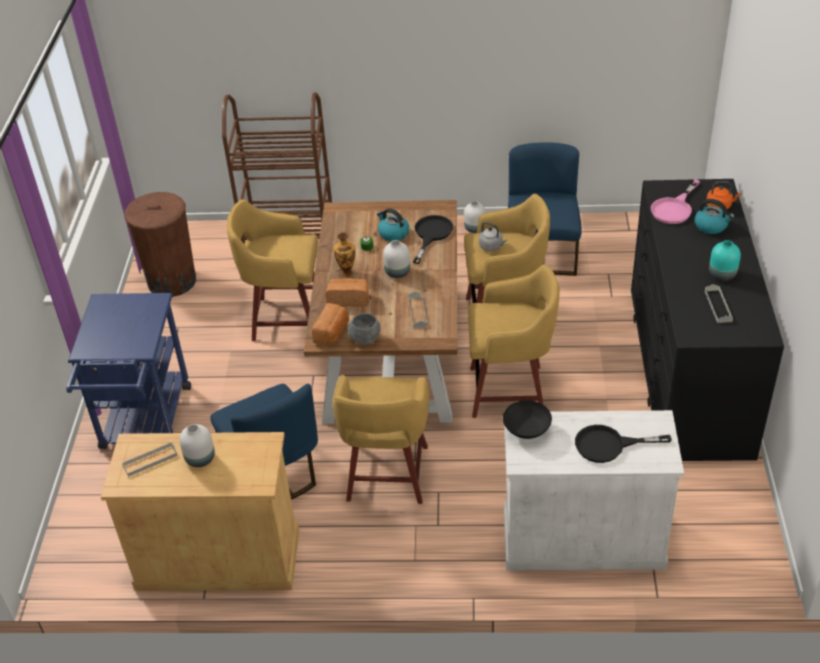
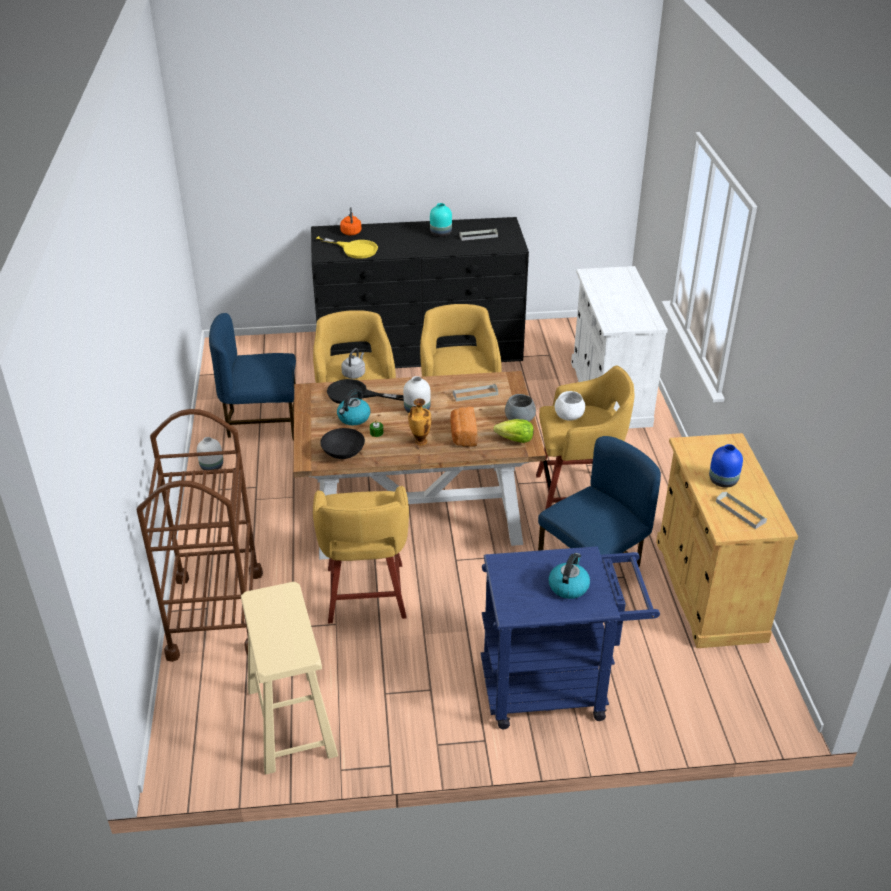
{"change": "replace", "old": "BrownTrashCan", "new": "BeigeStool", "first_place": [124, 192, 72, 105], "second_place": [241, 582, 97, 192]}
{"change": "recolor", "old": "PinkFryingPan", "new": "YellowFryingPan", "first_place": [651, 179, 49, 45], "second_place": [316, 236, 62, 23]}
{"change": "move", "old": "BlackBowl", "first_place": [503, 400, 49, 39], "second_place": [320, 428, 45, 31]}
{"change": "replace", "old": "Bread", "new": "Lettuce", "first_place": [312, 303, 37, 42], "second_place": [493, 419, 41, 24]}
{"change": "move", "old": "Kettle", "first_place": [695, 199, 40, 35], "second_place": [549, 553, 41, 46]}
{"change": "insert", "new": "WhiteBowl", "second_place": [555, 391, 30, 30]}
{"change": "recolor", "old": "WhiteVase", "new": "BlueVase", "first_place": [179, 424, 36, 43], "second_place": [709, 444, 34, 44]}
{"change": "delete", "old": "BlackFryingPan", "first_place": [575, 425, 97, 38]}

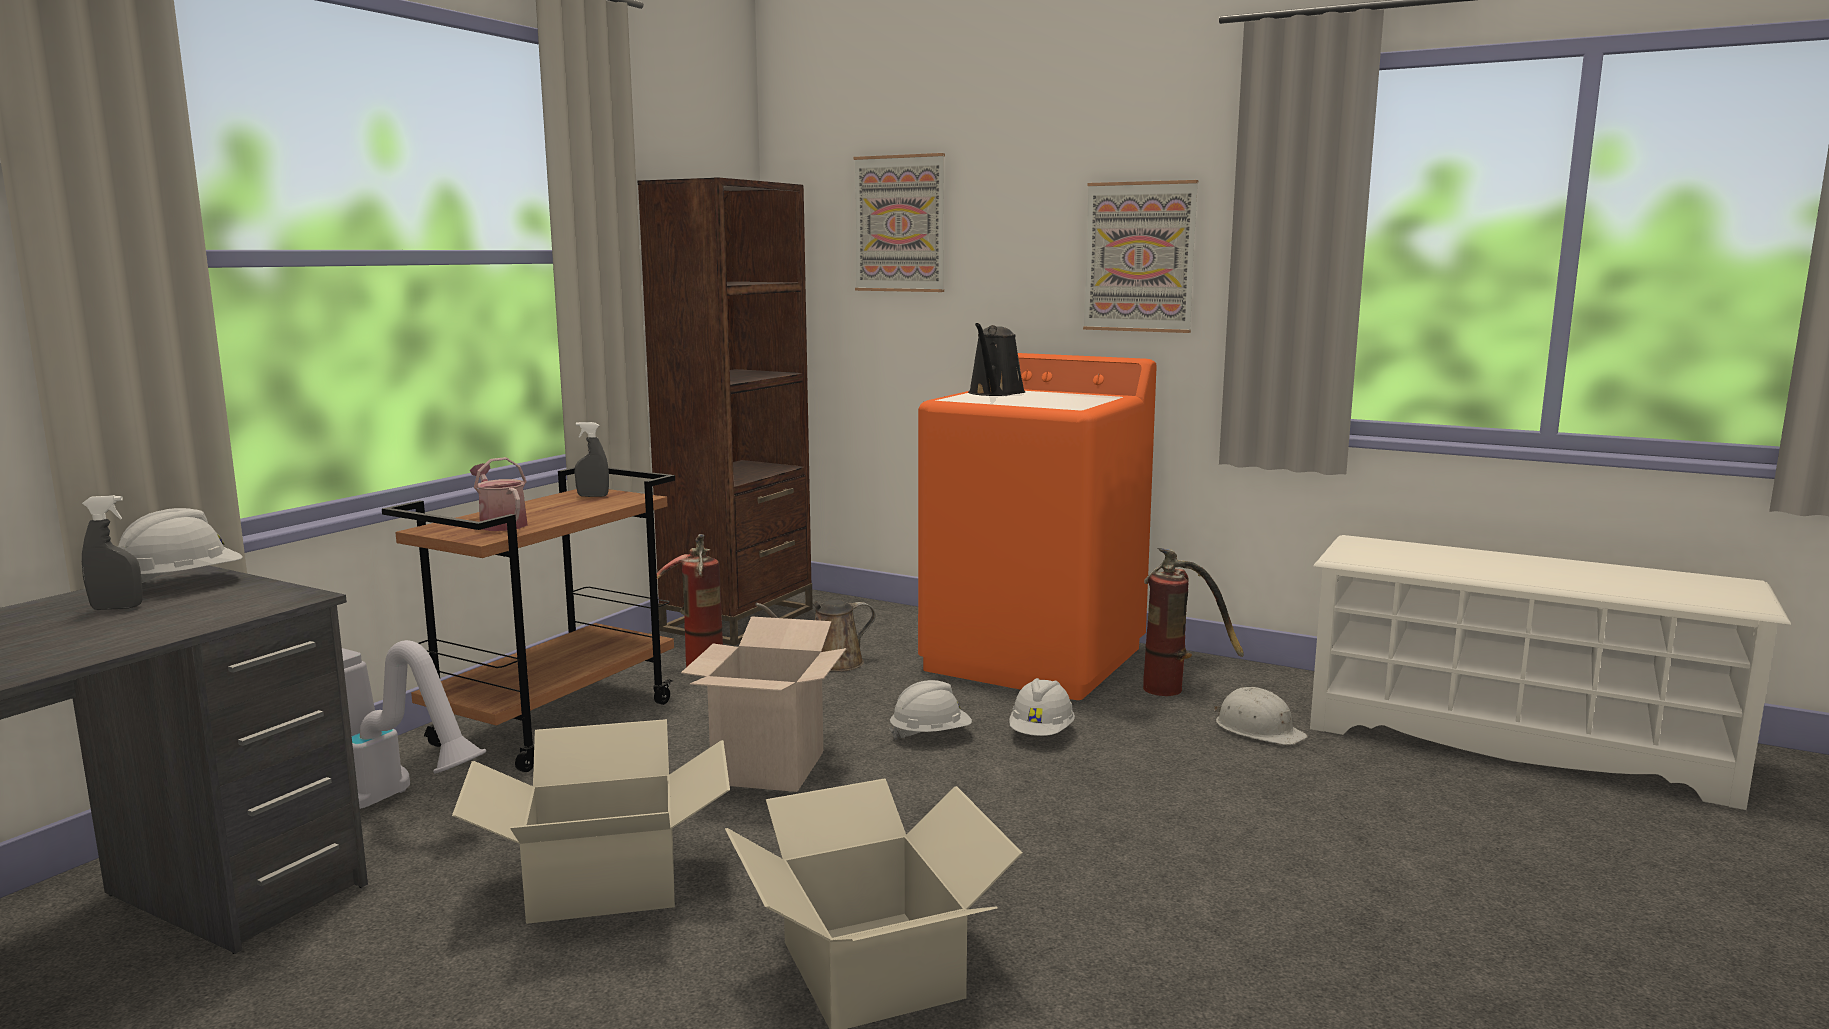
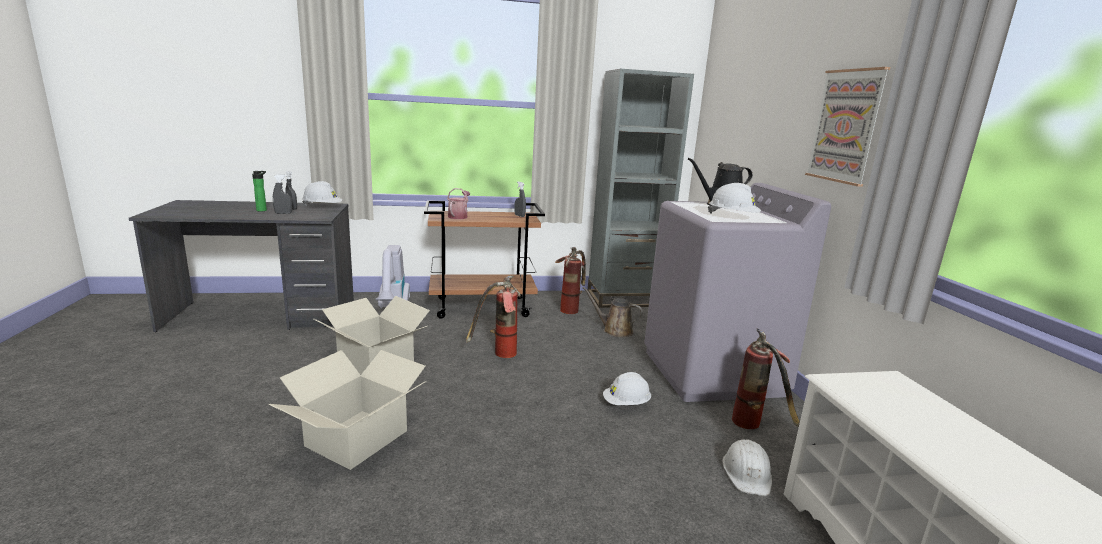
{"change": "insert", "new": "Bottle", "second_place": [252, 171, 15, 41]}
{"change": "insert", "new": "GreySprayBottle", "second_place": [273, 174, 19, 40]}
{"change": "replace", "old": "CardboardBox", "new": "FireExtinguisher", "first_place": [681, 616, 165, 176], "second_place": [466, 276, 55, 82]}
{"change": "recolor", "old": "BrownBookcase", "new": "GreyBookcase", "first_place": [638, 177, 175, 469], "second_place": [588, 69, 106, 239]}
{"change": "recolor", "old": "OrangeWashingMachine", "new": "GreyWashingMachine", "first_place": [918, 353, 239, 347], "second_place": [644, 183, 187, 219]}
{"change": "move", "old": "WhiteHardHat", "first_place": [889, 680, 83, 60], "second_place": [708, 183, 53, 31]}
{"change": "delete", "old": "Picture", "first_place": [854, 153, 91, 139]}

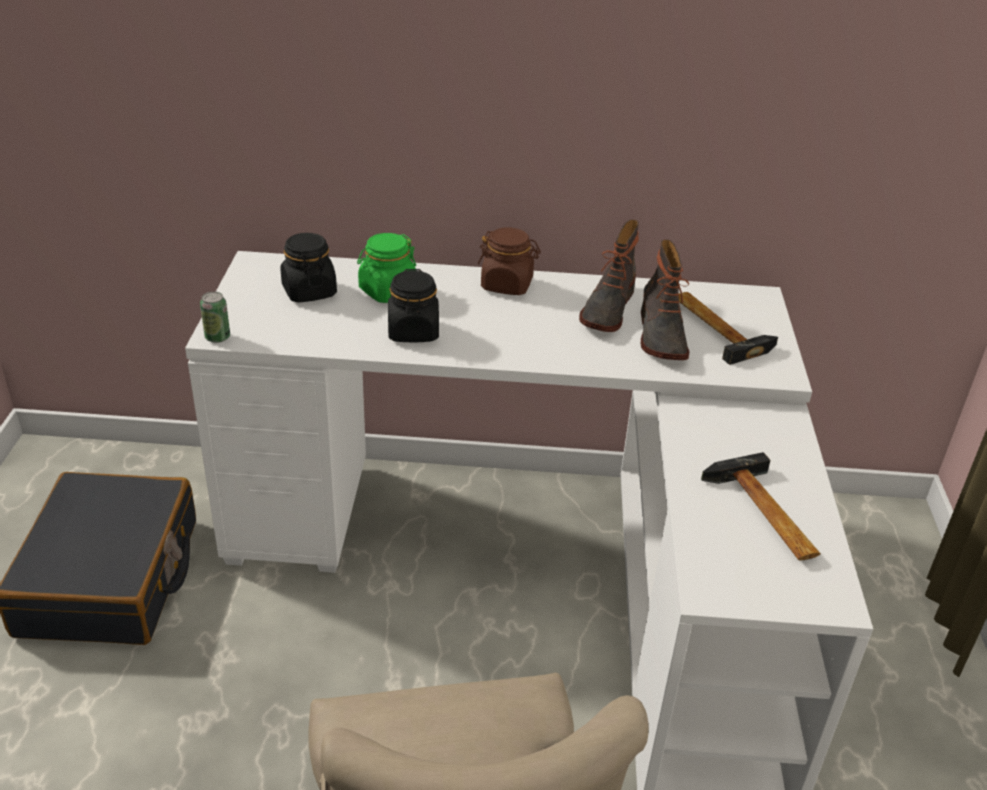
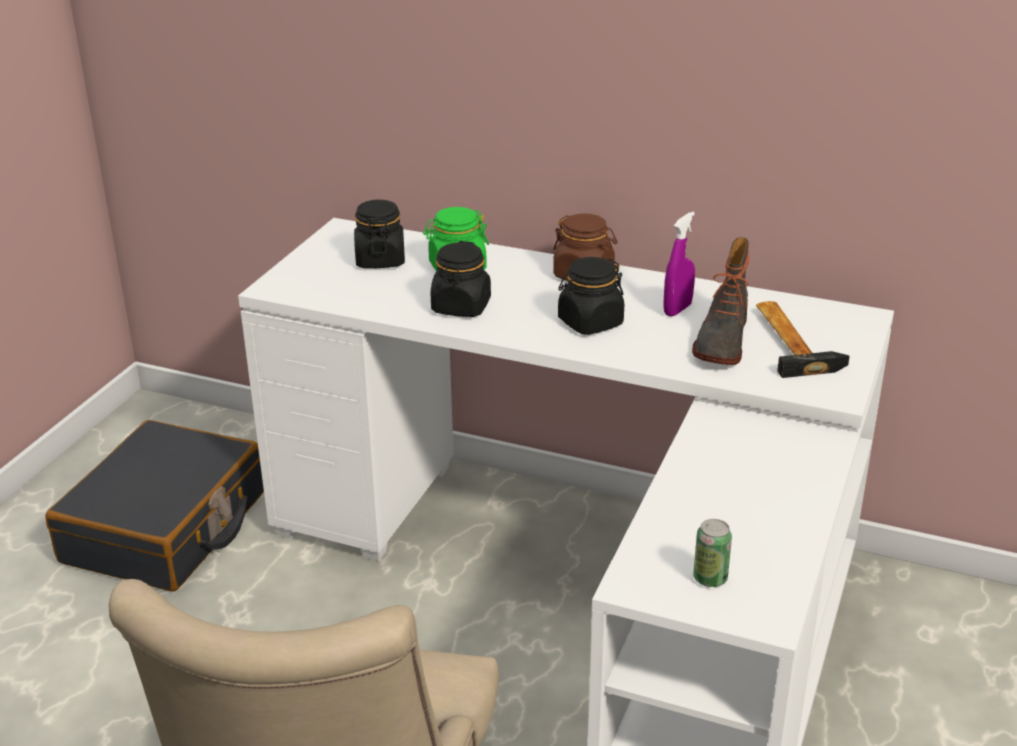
{"change": "insert", "new": "BlackJar", "second_place": [558, 257, 66, 78]}
{"change": "replace", "old": "Boot", "new": "PurpleSprayBottle", "first_place": [579, 220, 60, 112], "second_place": [663, 211, 32, 106]}
{"change": "move", "old": "Can", "first_place": [200, 292, 30, 51], "second_place": [693, 519, 39, 68]}
{"change": "delete", "old": "Hammer", "first_place": [701, 452, 120, 108]}

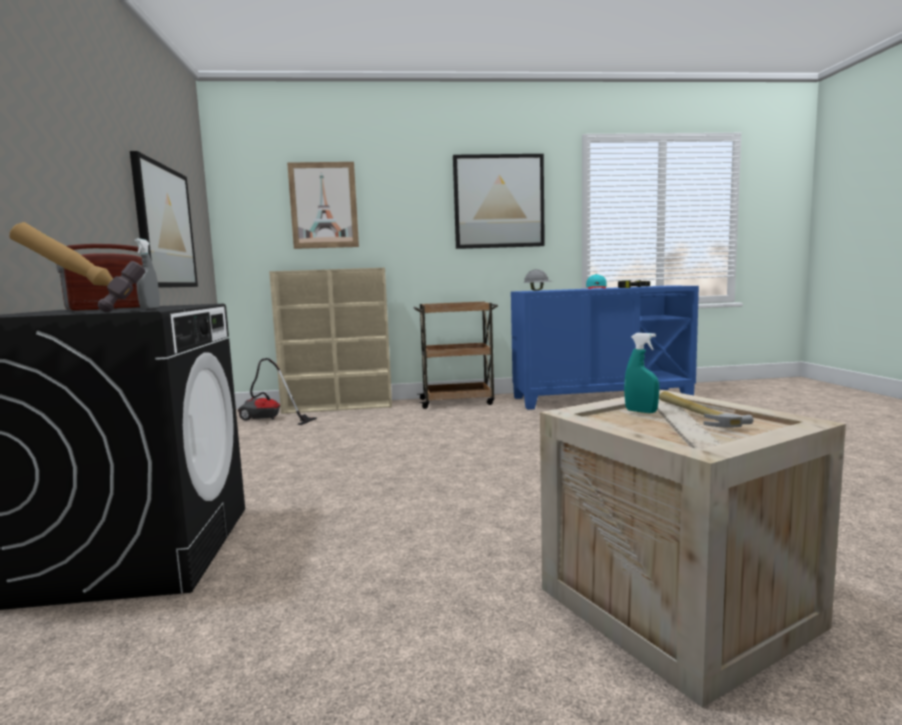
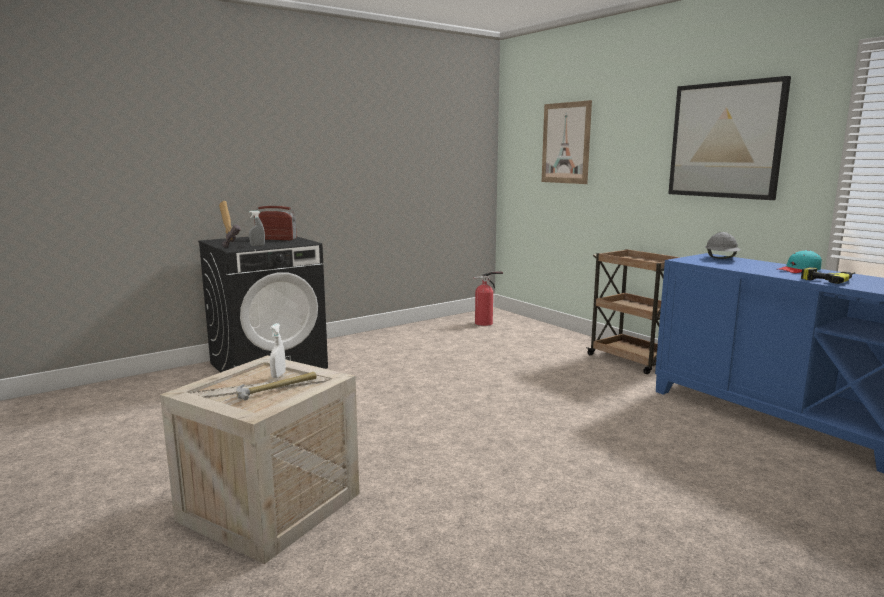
{"change": "recolor", "old": "TurquoiseSprayBottle", "new": "WhiteSprayBottle", "first_place": [624, 333, 35, 80], "second_place": [270, 323, 16, 55]}
{"change": "replace", "old": "VacuumCleaner", "new": "FireExtinguisher", "first_place": [238, 358, 79, 67], "second_place": [474, 271, 29, 55]}
{"change": "delete", "old": "Picture", "first_place": [130, 151, 68, 137]}
{"change": "delete", "old": "BeigeBookcase", "first_place": [269, 268, 123, 146]}

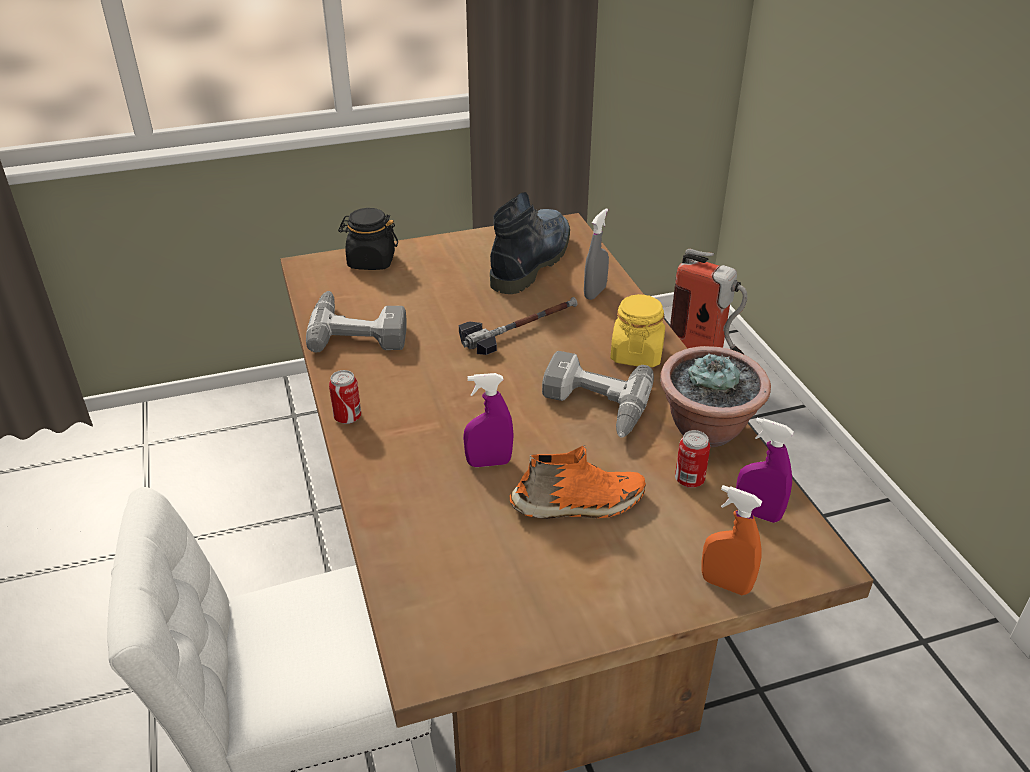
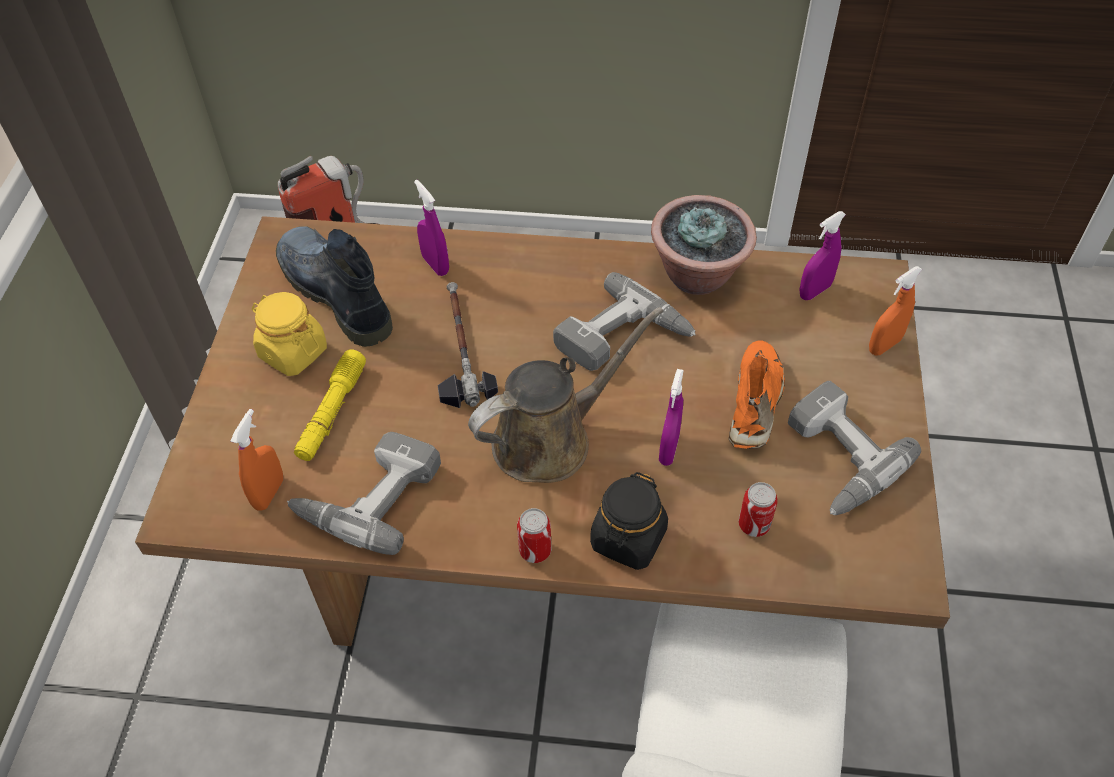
{"change": "insert", "new": "OrangeSprayBottle", "second_place": [231, 409, 52, 102]}
{"change": "move", "old": "YellowJar", "first_place": [611, 294, 54, 73], "second_place": [252, 292, 75, 84]}
{"change": "insert", "new": "YellowFlashlight", "second_place": [294, 349, 72, 112]}
{"change": "recolor", "old": "GreySprayBottle", "new": "PurpleSprayBottle", "first_place": [584, 208, 25, 92], "second_place": [414, 180, 35, 96]}
{"change": "insert", "new": "BrownWateringCan", "second_place": [468, 307, 196, 176]}
{"change": "move", "old": "BlackJar", "first_place": [338, 208, 60, 62], "second_place": [590, 472, 78, 98]}
{"change": "move", "old": "Can", "first_place": [675, 430, 35, 58], "second_place": [739, 482, 39, 55]}
{"change": "insert", "new": "PowerDrill", "second_place": [788, 381, 133, 134]}

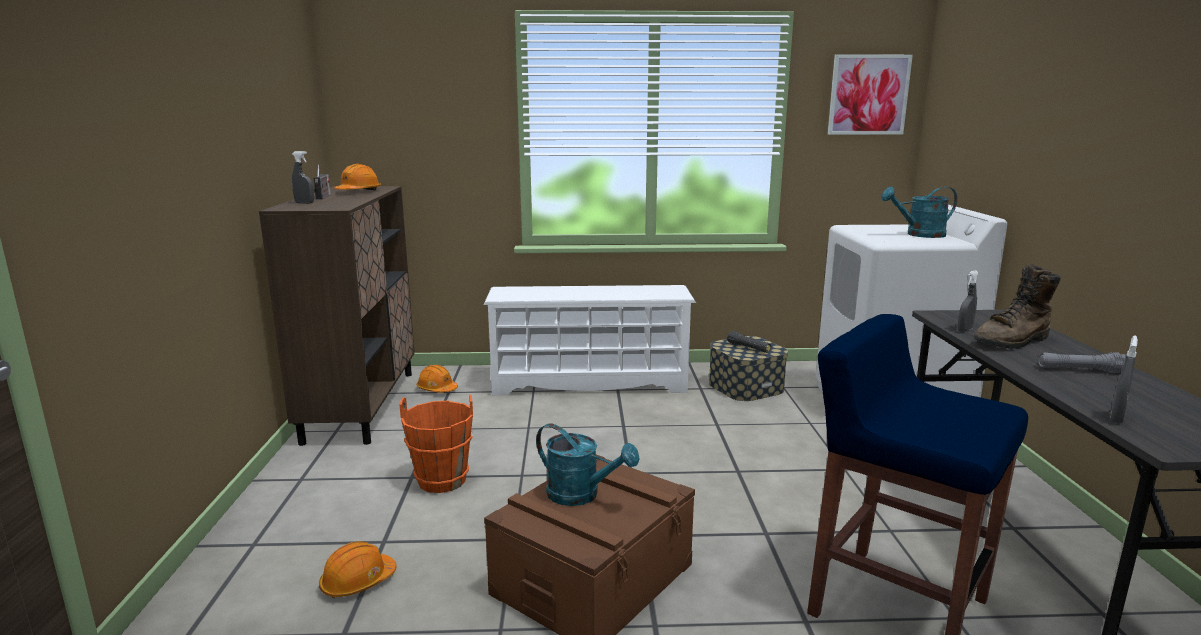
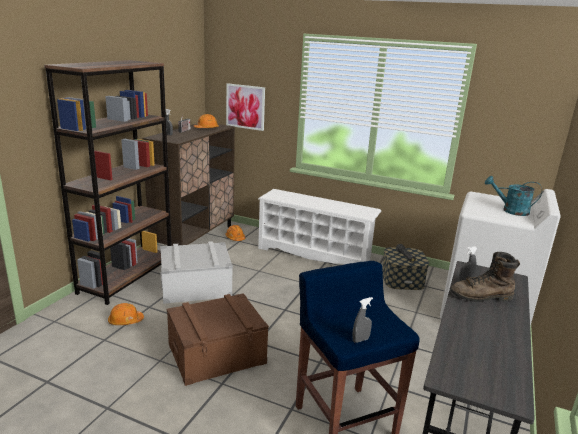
{"change": "insert", "new": "BrownBookcase", "second_place": [44, 60, 128, 245]}
{"change": "replace", "old": "OrangeBucket", "new": "GreyStorageBox", "first_place": [400, 395, 73, 98], "second_place": [160, 241, 73, 63]}
{"change": "move", "old": "Picture", "first_place": [828, 54, 85, 81], "second_place": [226, 83, 39, 48]}
{"change": "move", "old": "GreySprayBottle", "first_place": [1110, 335, 28, 89], "second_place": [352, 297, 21, 46]}
{"change": "delete", "old": "TurquoiseWateringCan", "first_place": [536, 423, 103, 83]}
{"change": "delete", "old": "GreyFlashlight", "first_place": [1038, 352, 89, 21]}

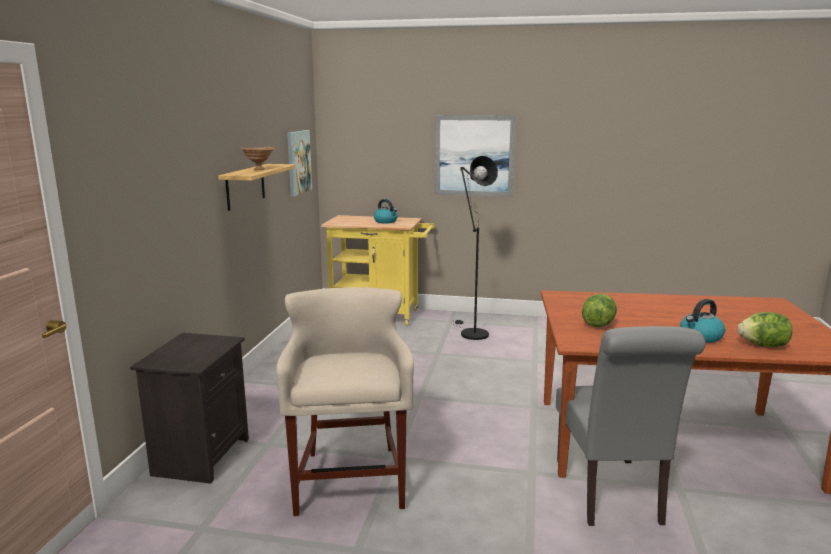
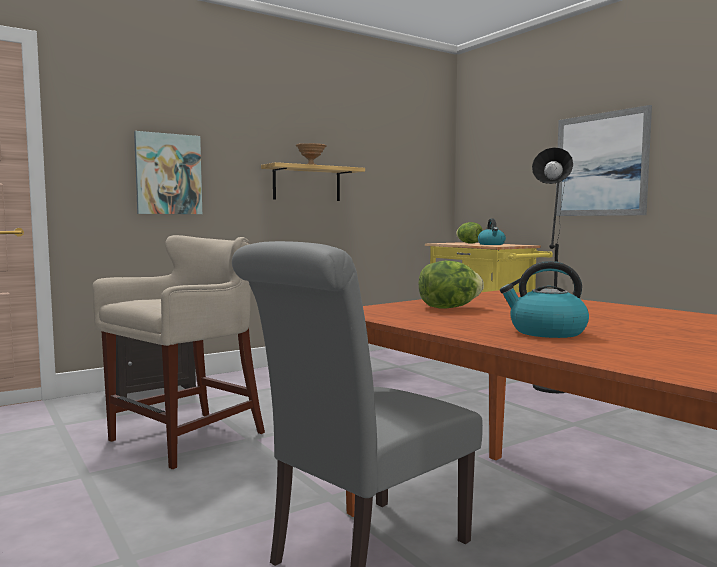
{"change": "move", "old": "Picture", "first_place": [287, 130, 25, 66], "second_place": [134, 131, 68, 83]}
{"change": "move", "old": "Lettuce", "first_place": [738, 312, 55, 35], "second_place": [456, 222, 27, 22]}

